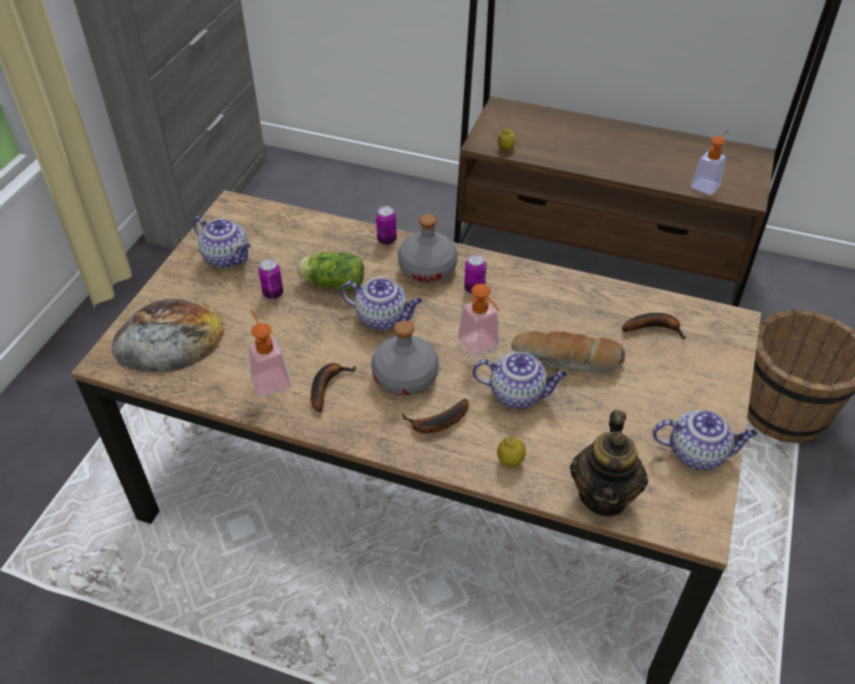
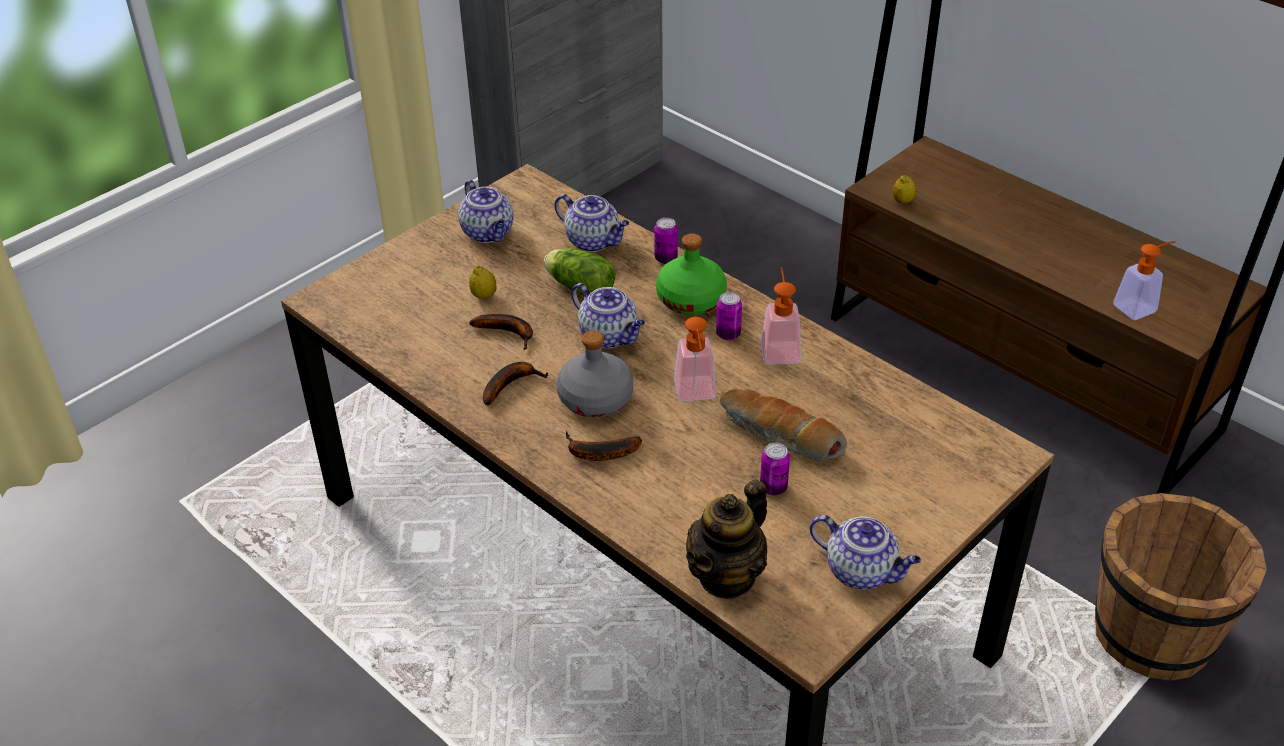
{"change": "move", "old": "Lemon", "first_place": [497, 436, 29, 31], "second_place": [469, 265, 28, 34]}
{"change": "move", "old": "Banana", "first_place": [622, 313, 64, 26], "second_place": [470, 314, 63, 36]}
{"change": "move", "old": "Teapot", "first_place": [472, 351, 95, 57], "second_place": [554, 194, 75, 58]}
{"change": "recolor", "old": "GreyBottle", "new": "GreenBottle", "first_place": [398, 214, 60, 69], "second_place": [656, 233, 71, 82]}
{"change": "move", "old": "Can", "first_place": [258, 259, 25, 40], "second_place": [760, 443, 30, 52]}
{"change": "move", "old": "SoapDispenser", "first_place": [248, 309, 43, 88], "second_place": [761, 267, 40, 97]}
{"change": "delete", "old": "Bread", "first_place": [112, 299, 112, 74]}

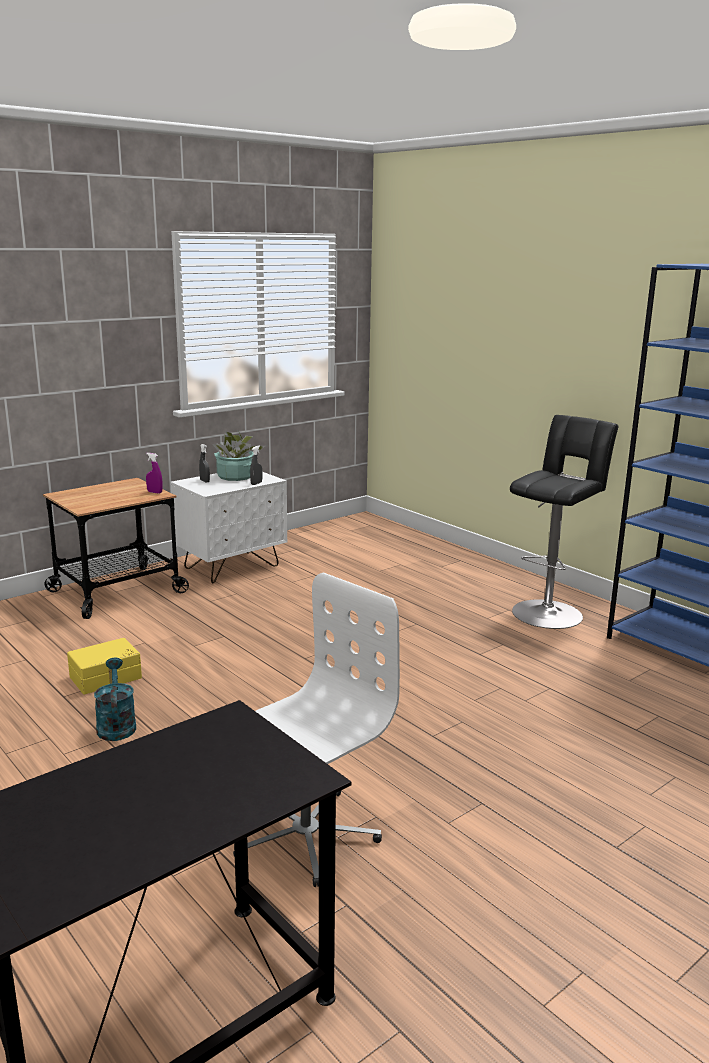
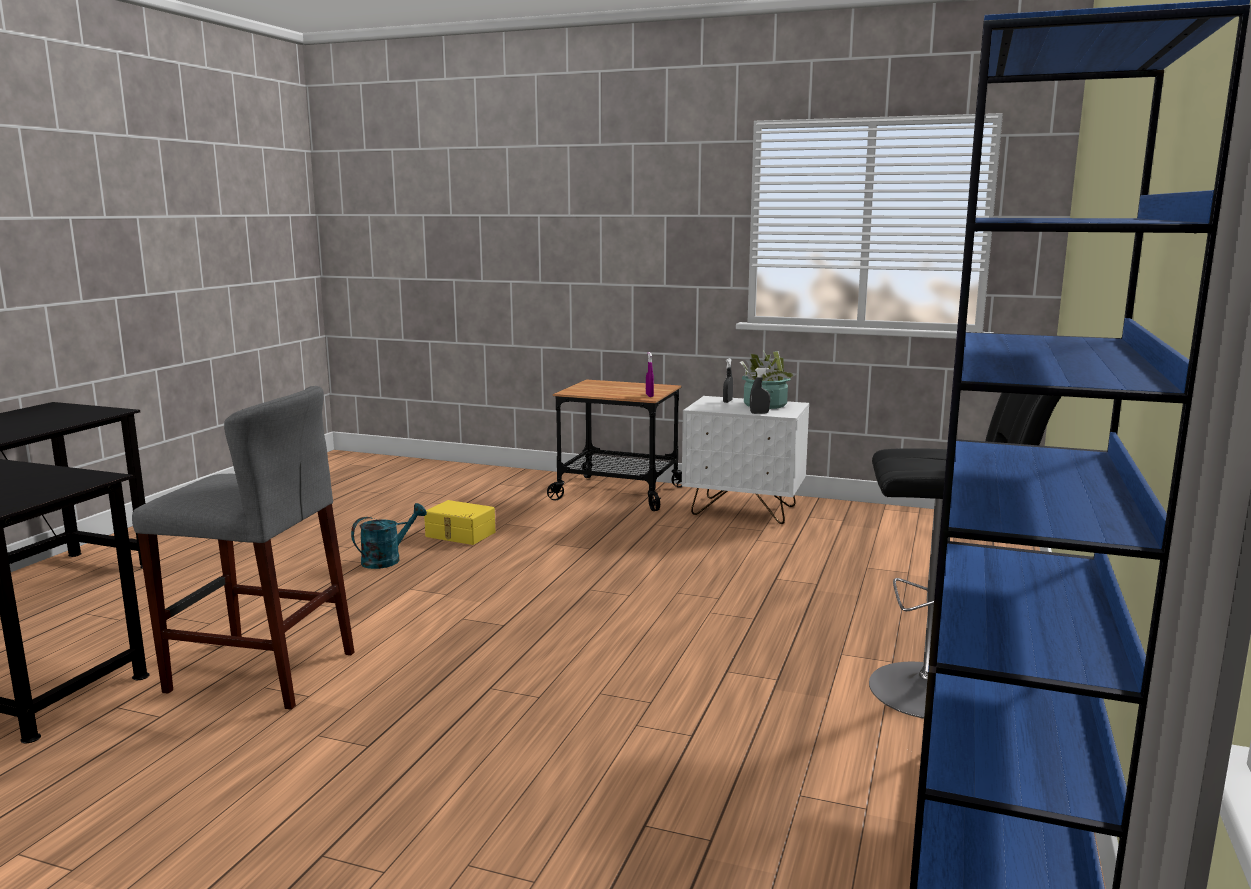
{"change": "replace", "old": "WhiteOfficeChair", "new": "GreyStool", "first_place": [233, 572, 167, 315], "second_place": [132, 386, 222, 324]}

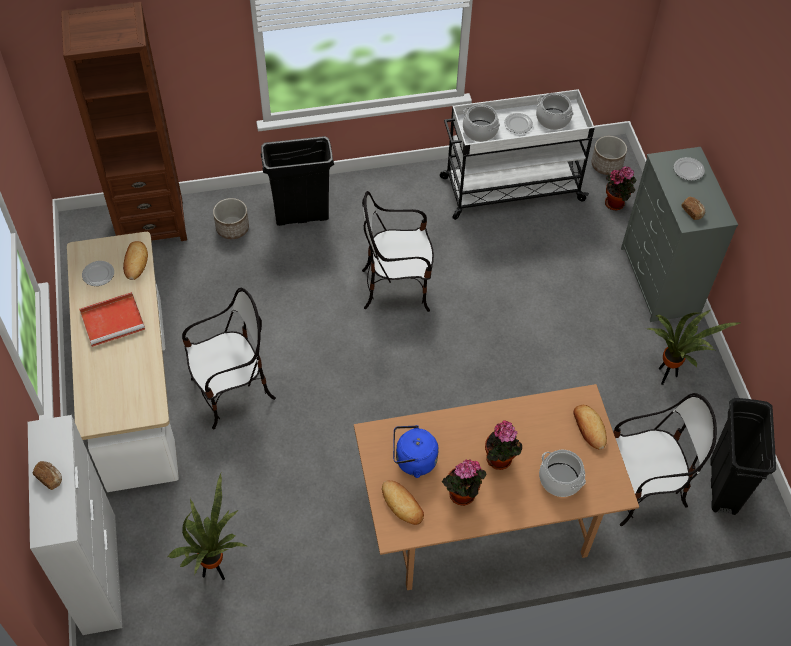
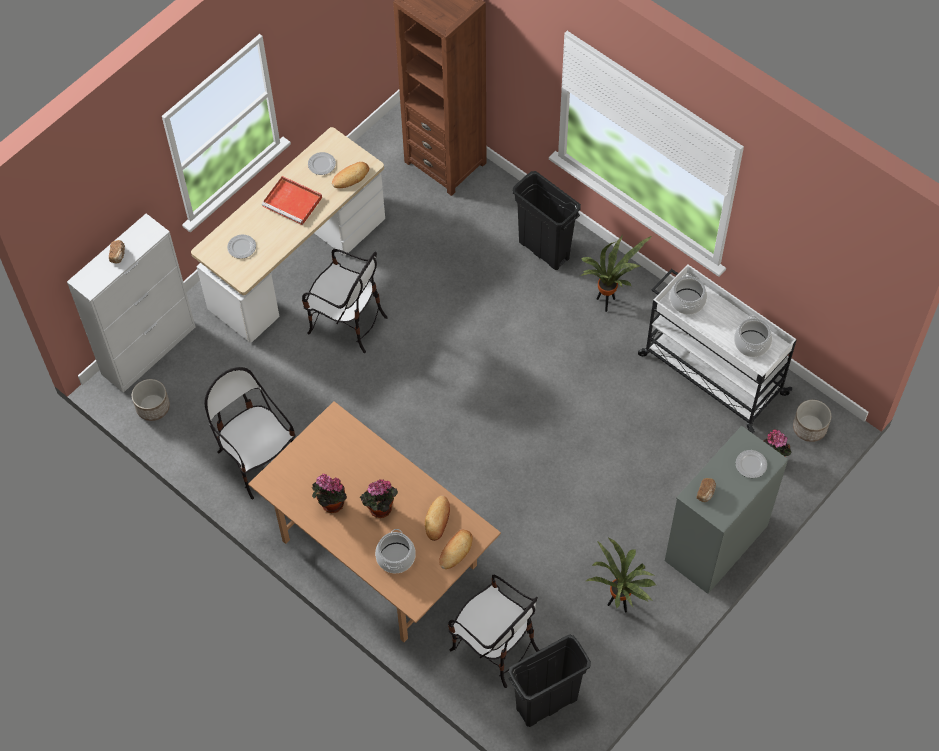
{"change": "move", "old": "Planter", "first_place": [213, 198, 36, 41], "second_place": [132, 379, 38, 42]}
{"change": "move", "old": "Chair", "first_place": [362, 191, 72, 121], "second_place": [204, 367, 92, 132]}
{"change": "move", "old": "Plate", "first_place": [504, 113, 29, 21], "second_place": [227, 235, 29, 24]}
{"change": "move", "old": "Bread", "first_place": [382, 480, 42, 45], "second_place": [425, 496, 25, 45]}
{"change": "move", "old": "PottedPlant", "first_place": [168, 473, 78, 107], "second_place": [581, 235, 71, 77]}
{"change": "delete", "old": "BlueKettle", "first_place": [393, 425, 46, 53]}

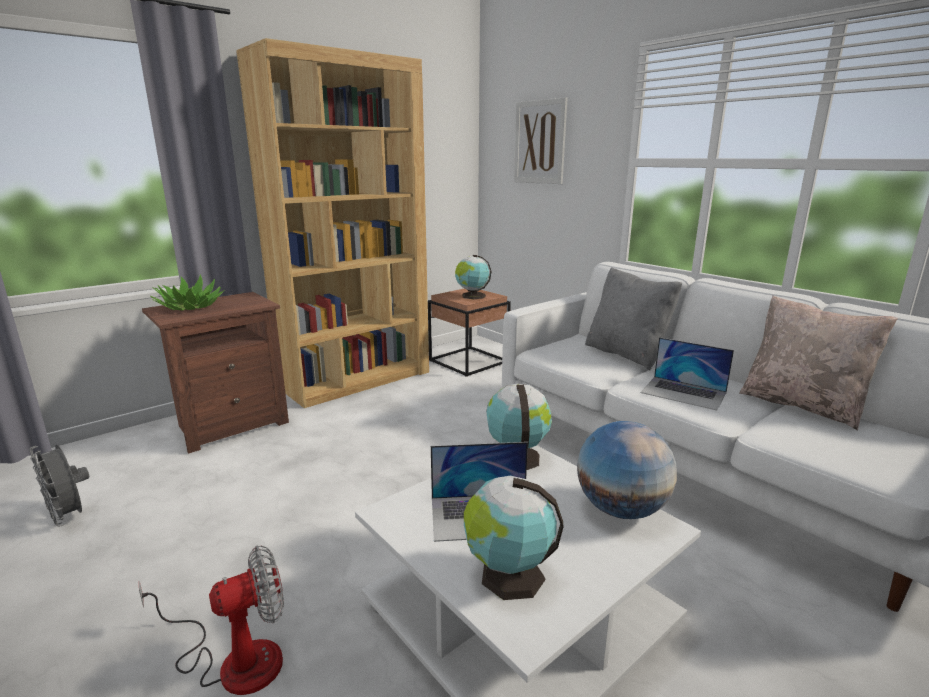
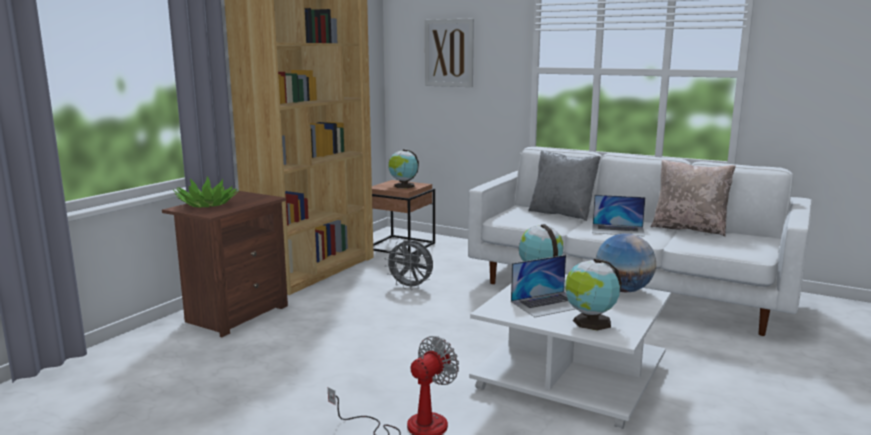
{"change": "move", "old": "GreyFan", "first_place": [29, 445, 60, 82], "second_place": [385, 240, 48, 50]}

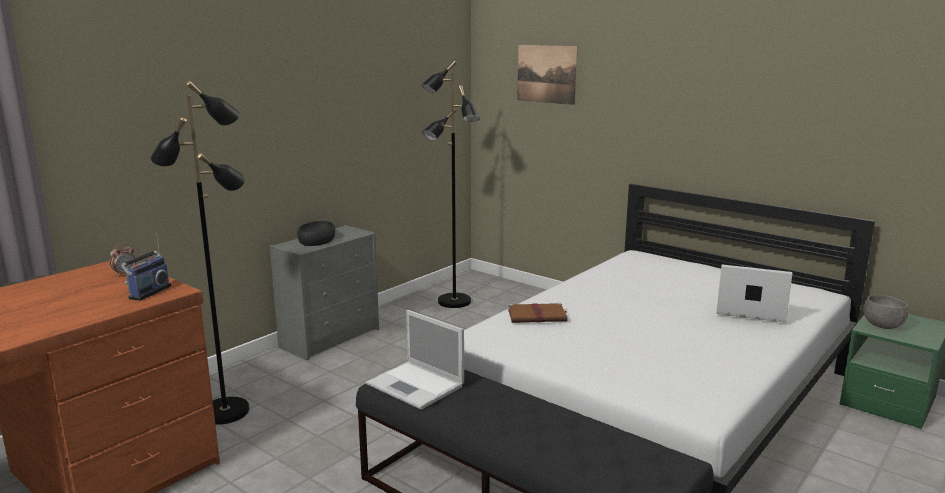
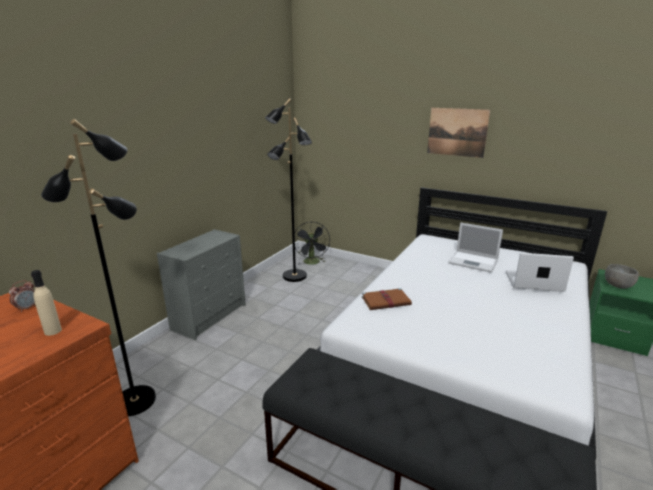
{"change": "replace", "old": "Radio", "new": "BeigeBottle", "first_place": [121, 233, 50, 68], "second_place": [31, 270, 31, 66]}
{"change": "insert", "new": "BlackFan", "second_place": [295, 222, 35, 43]}
{"change": "move", "old": "Picture", "first_place": [517, 45, 61, 60], "second_place": [427, 108, 63, 50]}
{"change": "move", "old": "Laptop", "first_place": [366, 310, 98, 100], "second_place": [448, 223, 55, 50]}
{"change": "delete", "old": "BlackBowl", "first_place": [297, 221, 38, 25]}

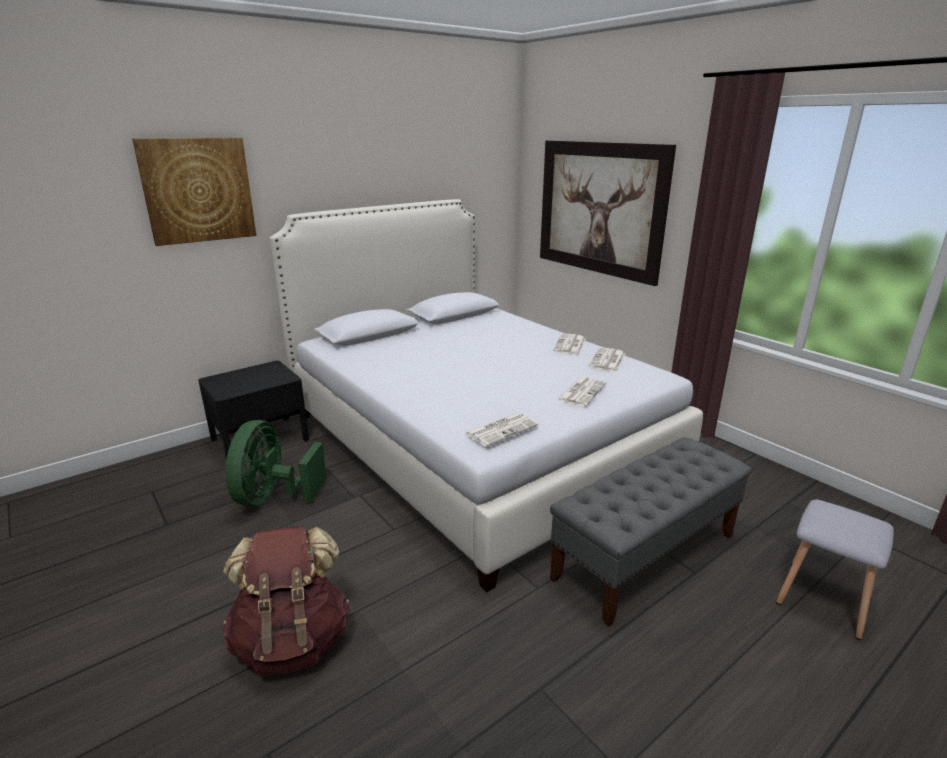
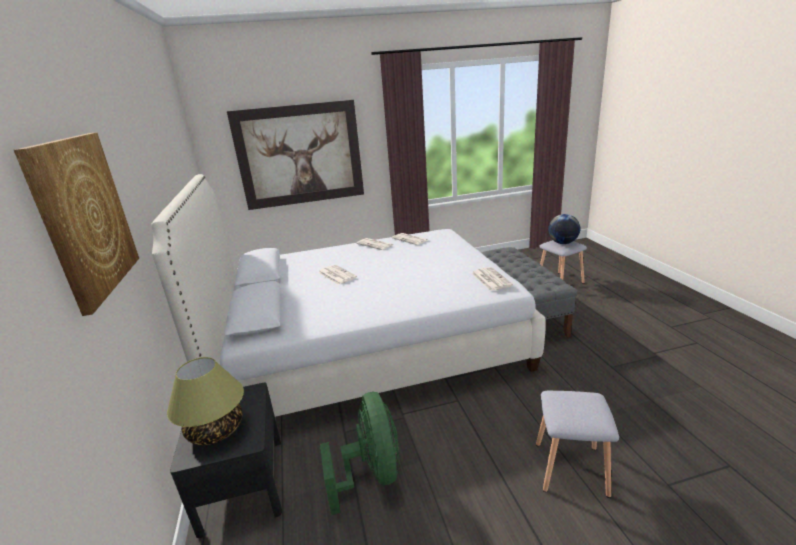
{"change": "insert", "new": "TableLamp", "second_place": [167, 357, 77, 88]}
{"change": "move", "old": "Newspaper", "first_place": [556, 377, 50, 30], "second_place": [318, 265, 39, 20]}
{"change": "rotate", "old": "GreenFan", "first_place": [225, 420, 102, 86], "second_place": [320, 392, 79, 123], "degrees": -135}
{"change": "replace", "old": "BrownBackpack", "new": "GreyStool", "first_place": [221, 526, 129, 150], "second_place": [536, 391, 83, 107]}
{"change": "insert", "new": "Globe", "second_place": [548, 214, 32, 30]}

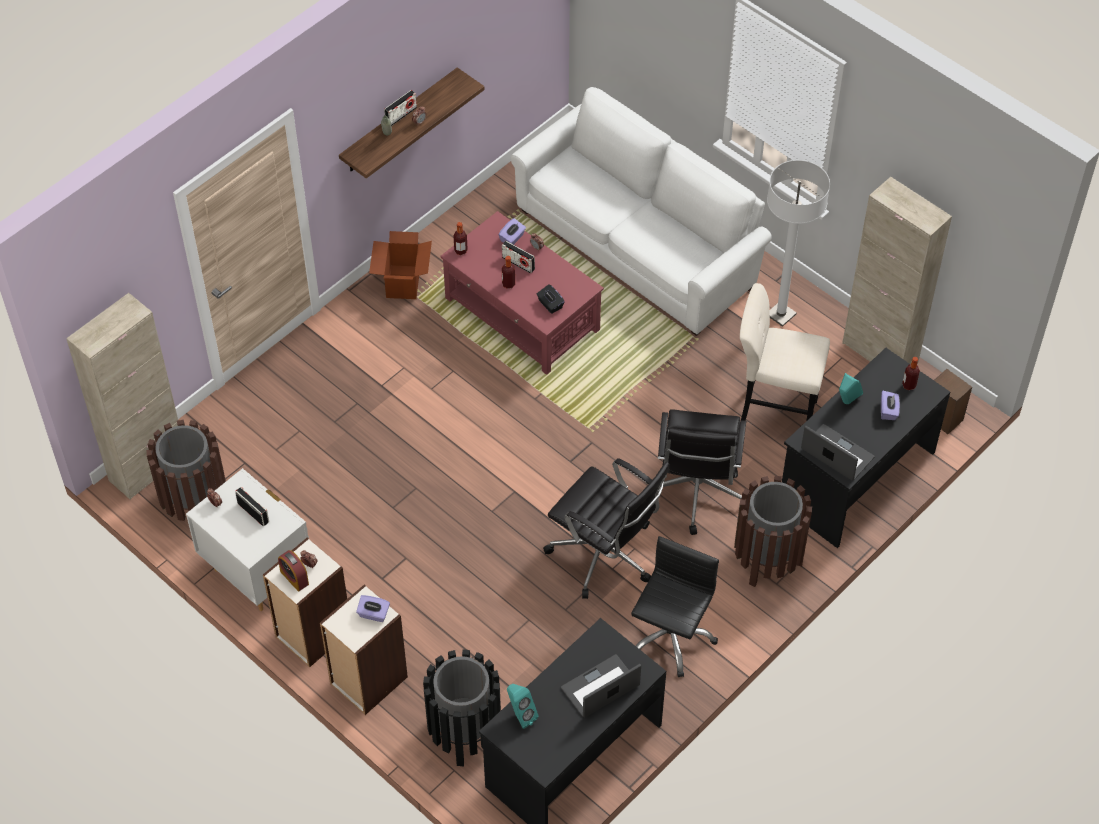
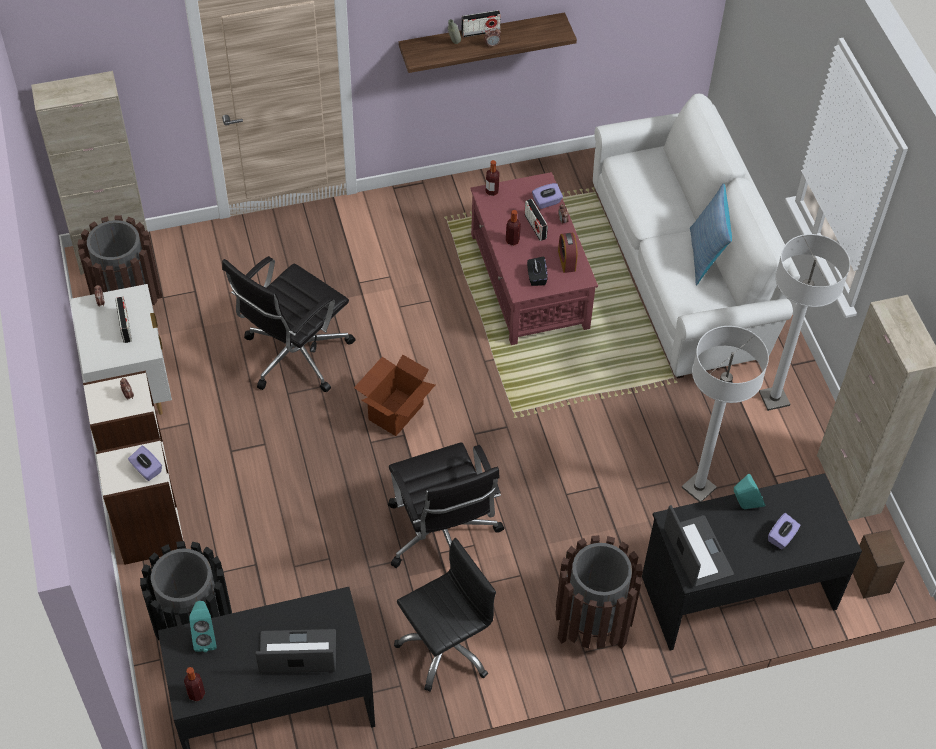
{"change": "move", "old": "Bottle", "first_place": [902, 357, 18, 33], "second_place": [184, 667, 21, 34]}
{"change": "move", "old": "BlackOfficeChair", "first_place": [658, 409, 88, 126], "second_place": [222, 256, 134, 136]}
{"change": "move", "old": "CardboardBox", "first_place": [369, 231, 63, 68], "second_place": [354, 354, 81, 82]}
{"change": "move", "old": "AlarmClock", "first_place": [278, 550, 31, 42], "second_place": [558, 233, 19, 40]}
{"change": "replace", "old": "BeigeStool", "new": "WhiteFloorLamp", "first_place": [740, 283, 90, 138], "second_place": [682, 326, 87, 176]}
{"change": "insert", "new": "Pillow", "second_place": [690, 183, 42, 102]}

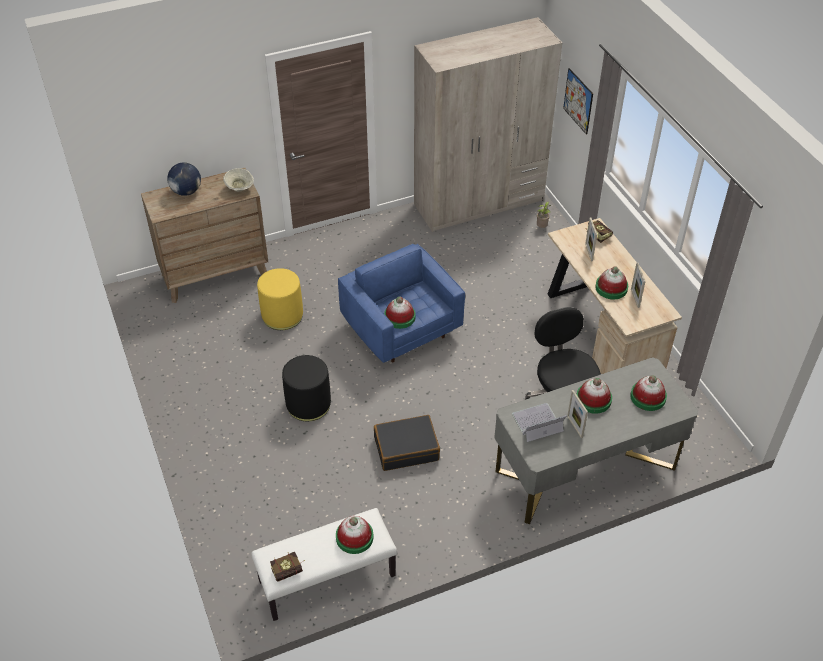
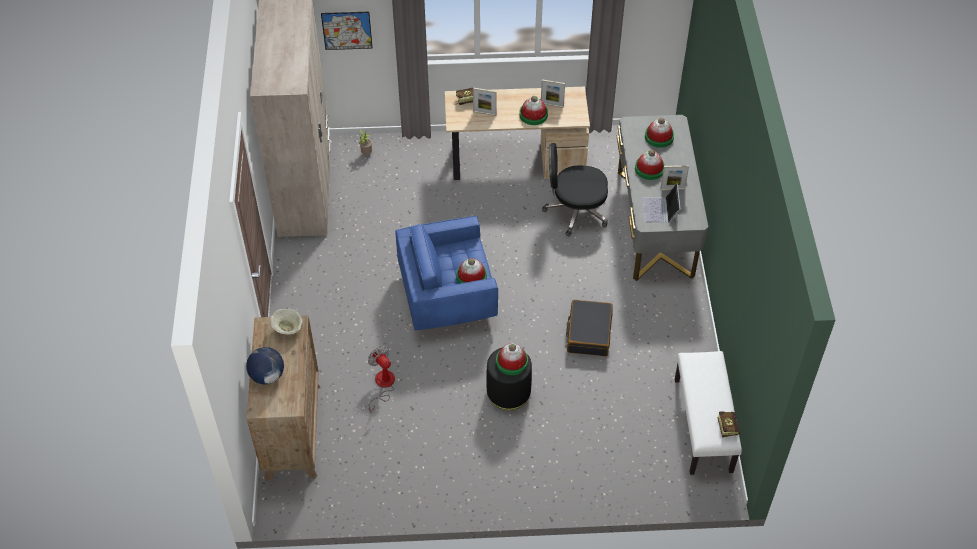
{"change": "replace", "old": "YellowOttoman", "new": "Fan", "first_place": [257, 268, 46, 62], "second_place": [368, 346, 27, 67]}
{"change": "move", "old": "Hat", "first_place": [336, 516, 38, 38], "second_place": [496, 343, 32, 32]}

